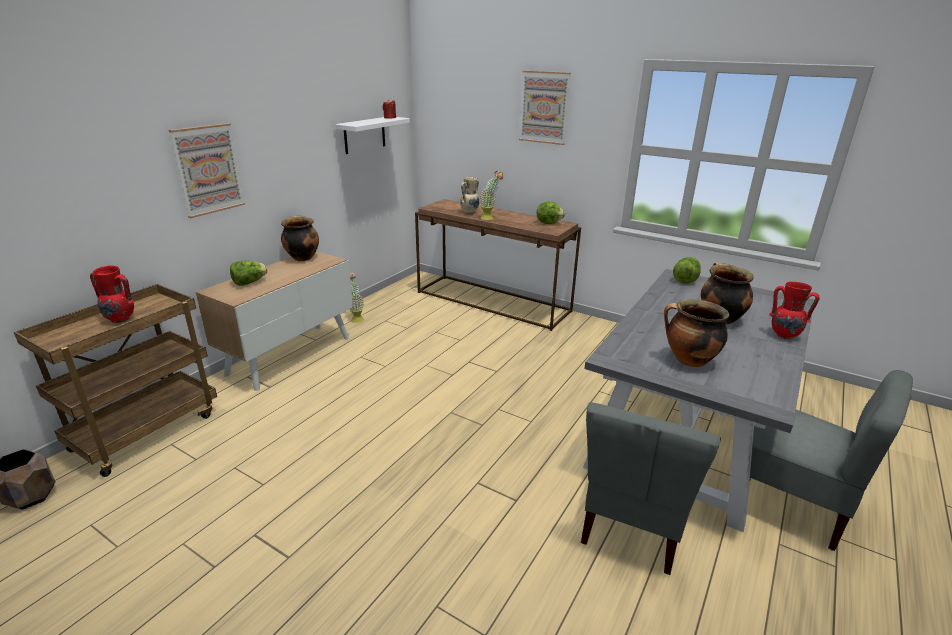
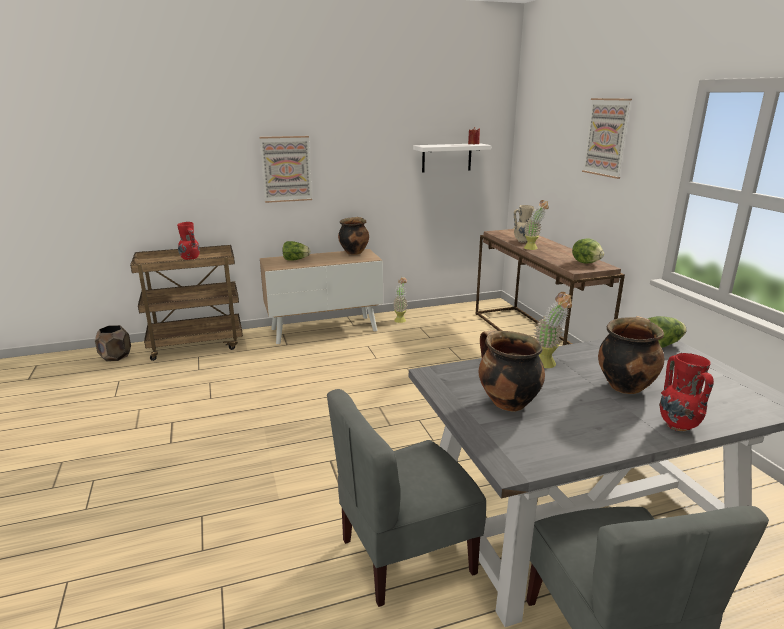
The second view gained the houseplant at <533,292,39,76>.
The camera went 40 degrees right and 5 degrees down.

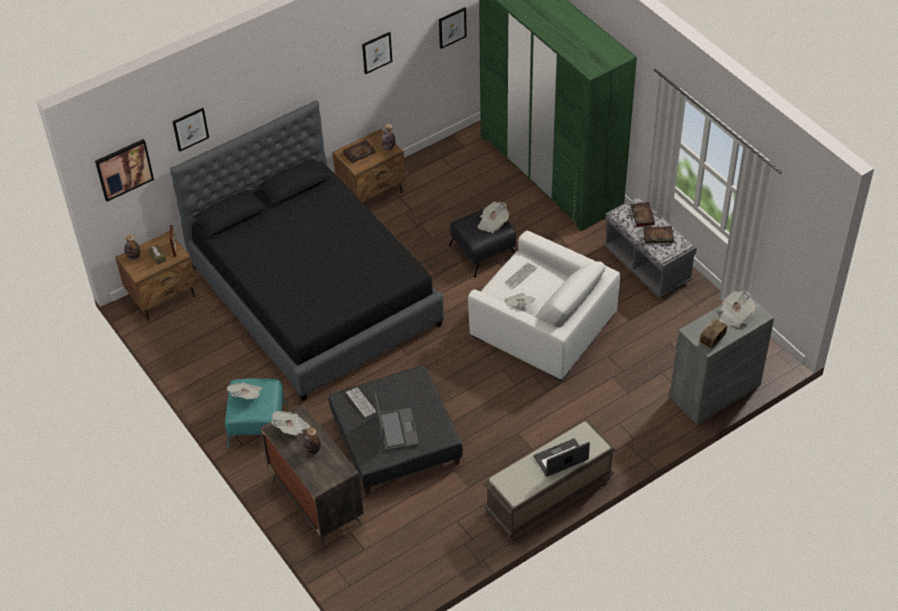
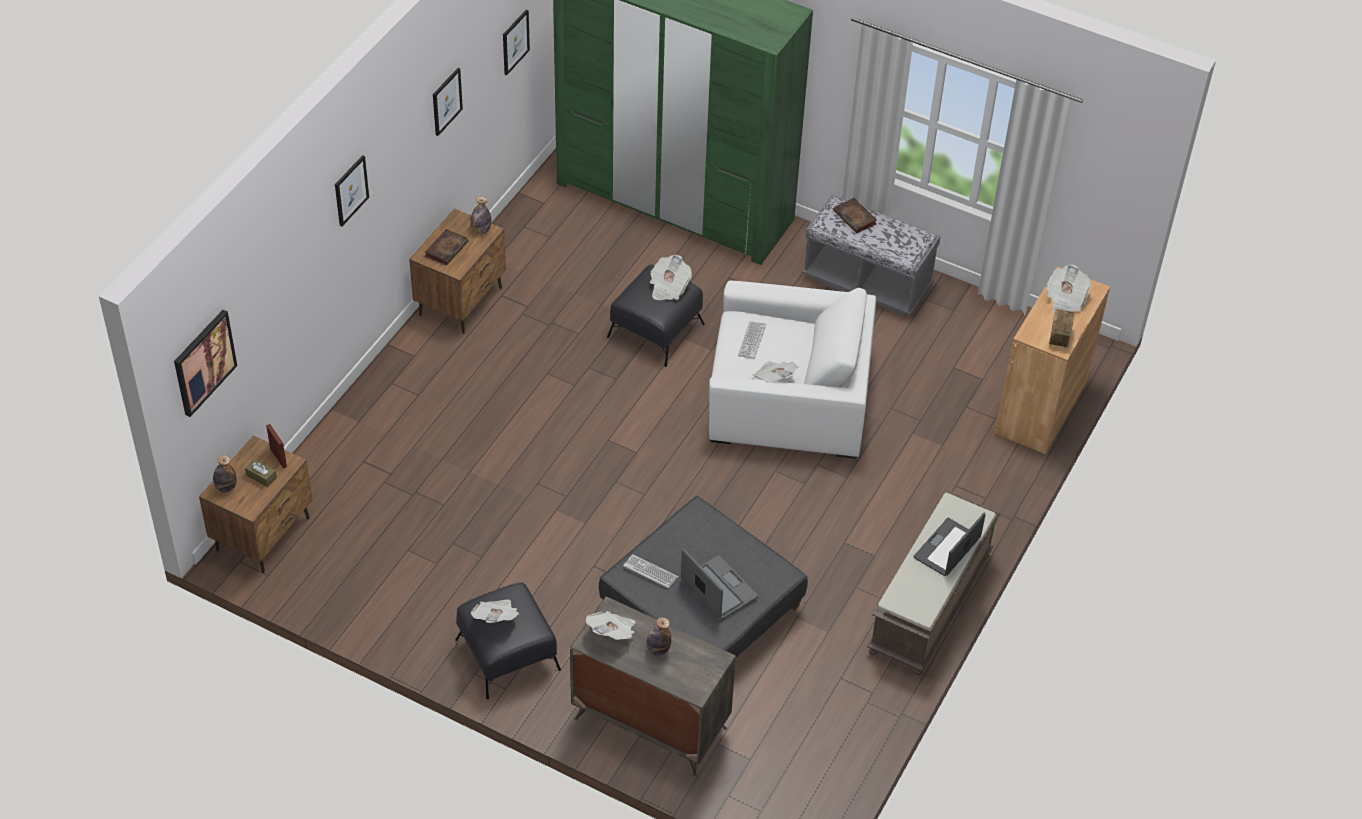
The second view lost the black-coloured bed at <170,101,274,300>.
The second view lost the bound book at <643,226,31,17>.
The wall art ended up elsewhere, having gone from <172,108,37,44> to <335,155,34,72>.
What was the blue-green footrest at <225,378,62,70> turned into the black-coloured footrest at <455,582,106,117>.
What was the greyish cupboard at <670,296,104,129> turned into the brownish cupboard at <994,267,116,187>.
The camera went 30 degrees left and 0 degrees up.

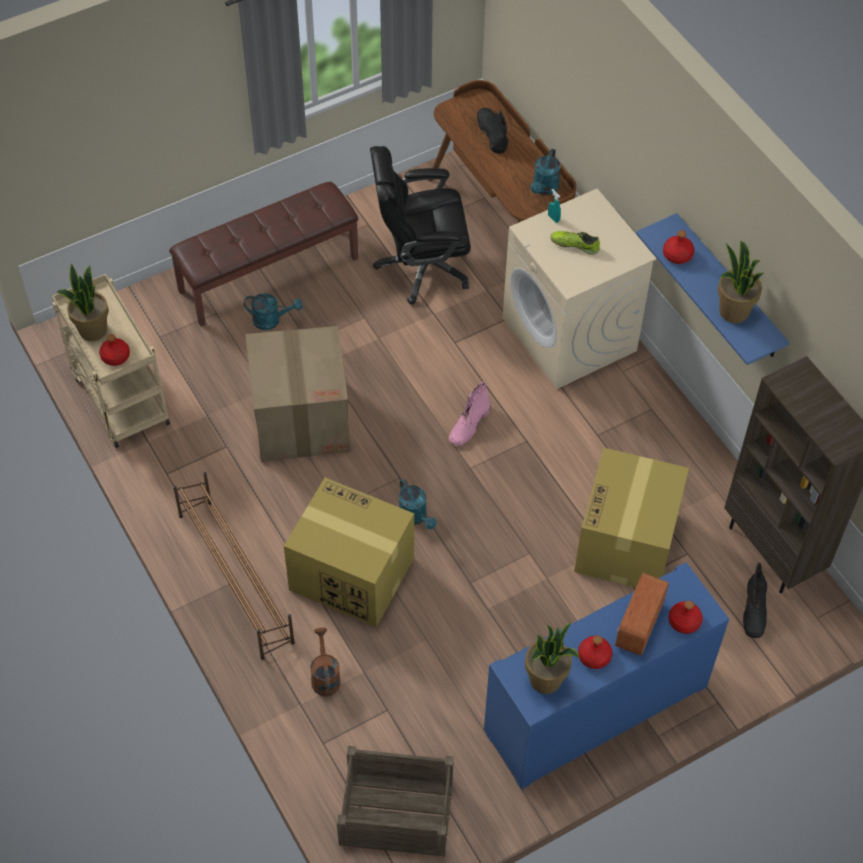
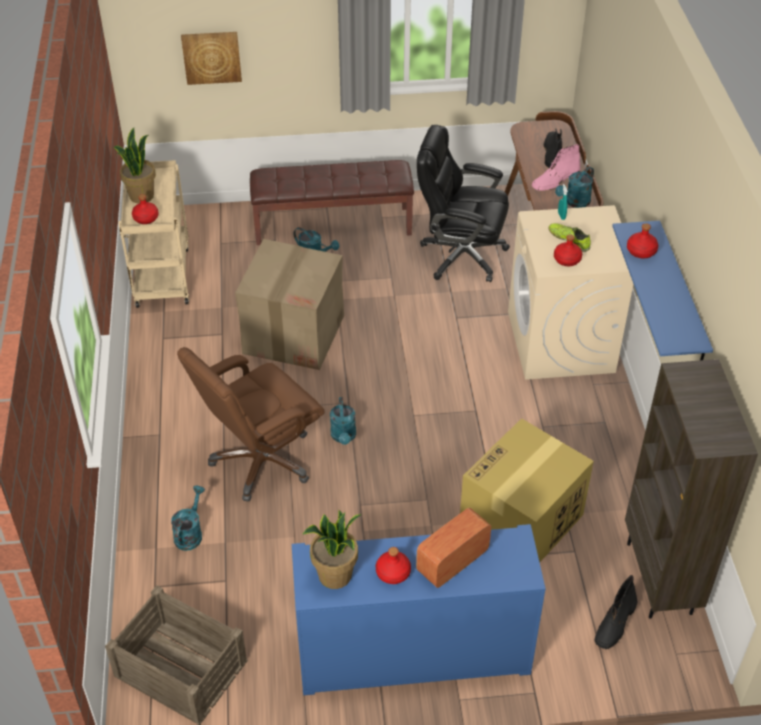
The second view lost the brownish shoe rack at <173,472,122,188>.
The second view lost the houseplant at <718,241,46,82>.
The second view gained the wall art at <181,32,61,53>.
The pinkish tall boot ended up elsewhere, having gone from <449,381,42,65> to <532,144,48,47>.
The red-coloured bottle ended up elsewhere, having gone from <669,600,34,34> to <554,234,28,32>.
Where the carton stood at <284,478,130,149>, the brownish desk chair came to stand at <177,347,148,155>.
What was the brownish watering can at <310,627,31,69> turned into the blue-green watering can at <171,485,34,66>.
The camera went 25 degrees right and 10 degrees down.

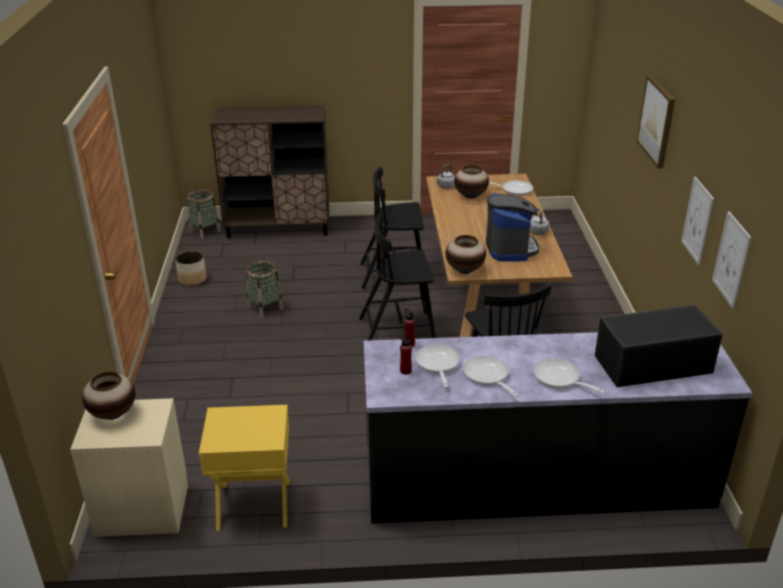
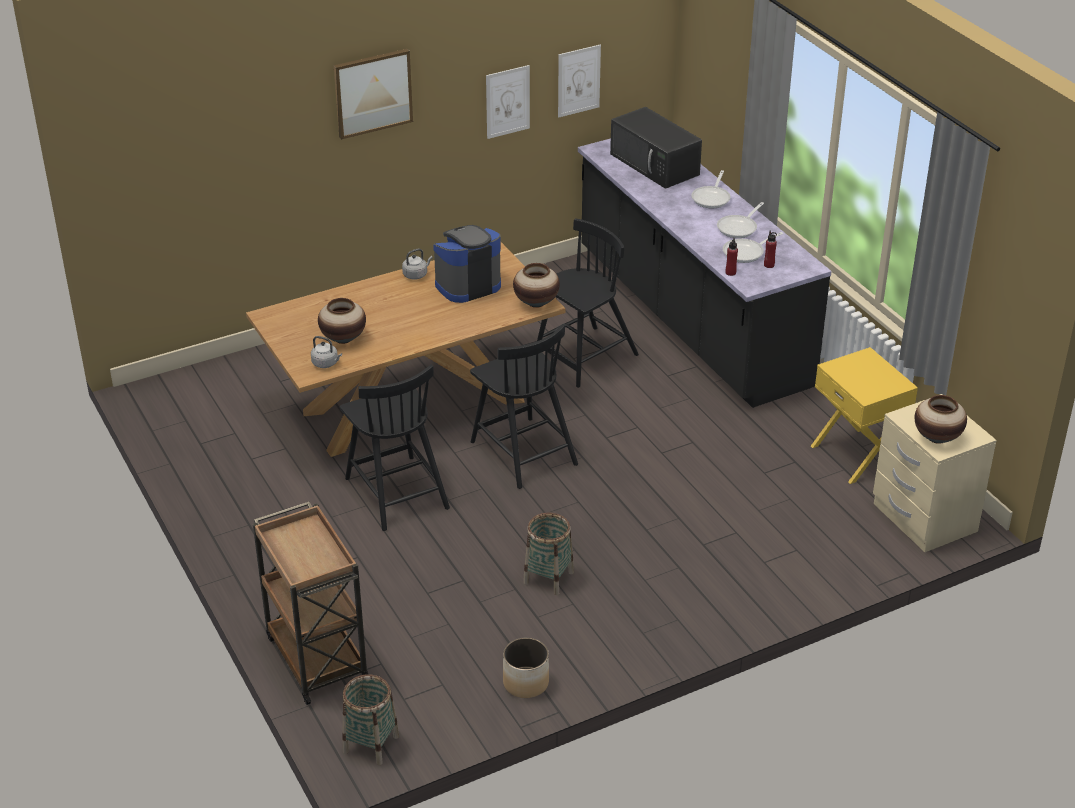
The second view lost the pan at <489,180,44,16>.
Where the brownish cupboard stood at <210,106,119,132>, the brownish wheeled cart came to stand at <253,502,116,203>.
The camera went 115 degrees left and 5 degrees up.

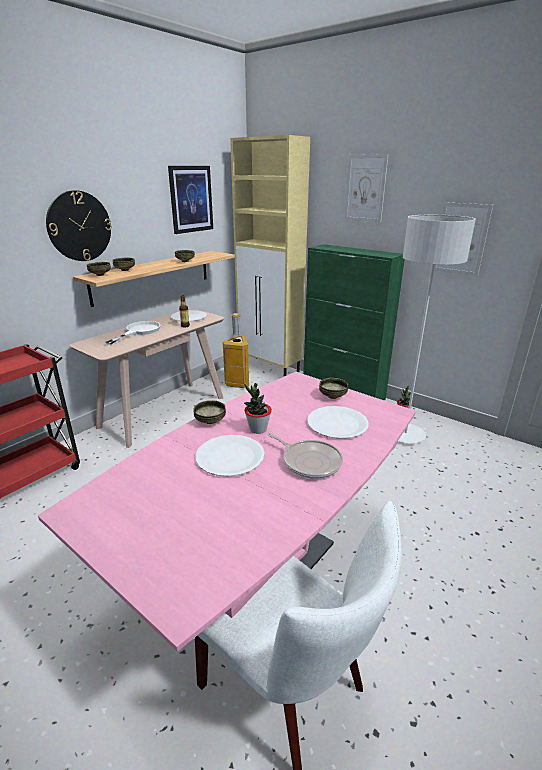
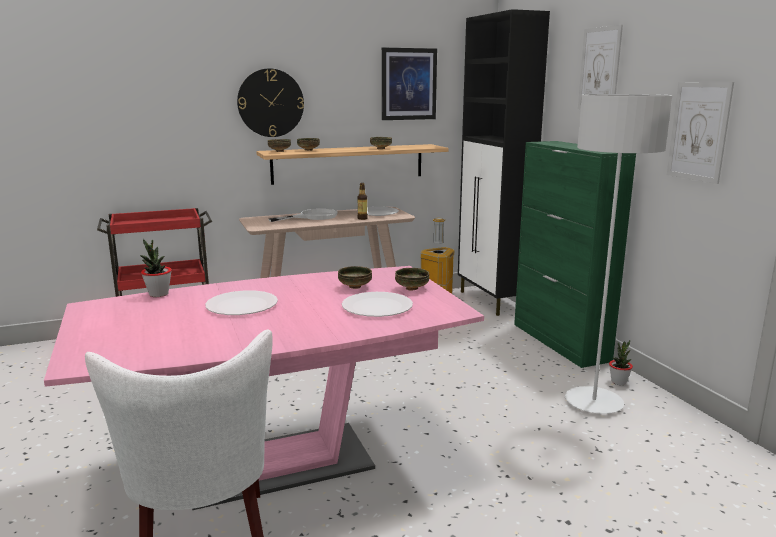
The second view lost the pan at <267,433,76,46>.
The serving bowl ended up elsewhere, having gone from <193,400,33,24> to <338,266,34,23>.
The houseplant ended up elsewhere, having gone from <244,383,28,51> to <140,239,32,58>.
What was the beige cupboard at <230,135,80,241> turned into the black-coloured cupboard at <458,9,92,307>.
The camera went 30 degrees right and 10 degrees down.

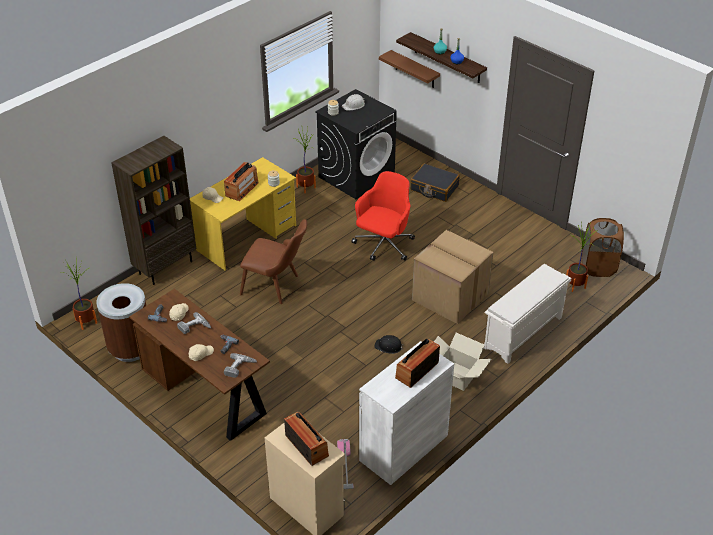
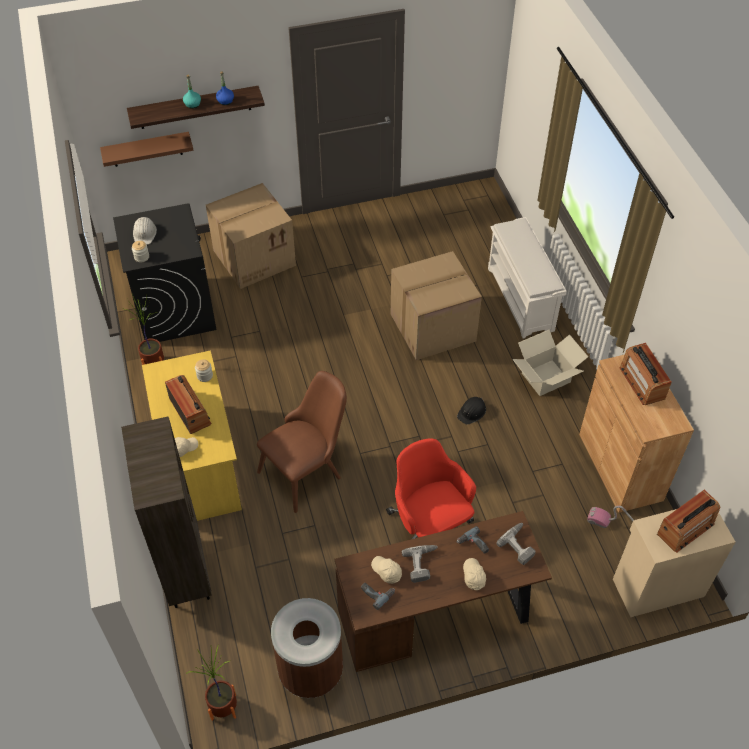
The second view lost the houseplant at <566,221,30,71>.
The second view lost the brownish laundry basket at <582,218,42,59>.
The red-coloured desk chair ended up elsewhere, having gone from <351,171,64,90> to <386,439,90,100>.
Where the black-coloured suitcase stood at <410,163,50,39>, the carton came to stand at <206,183,90,106>.
What was the whitish cupboard at <359,341,95,144> turned into the brownish cupboard at <579,355,115,158>.
The radio at <284,412,45,54> ended up facing another way, 150 degrees clockwise from before.
The camera went 60 degrees left and 10 degrees up.

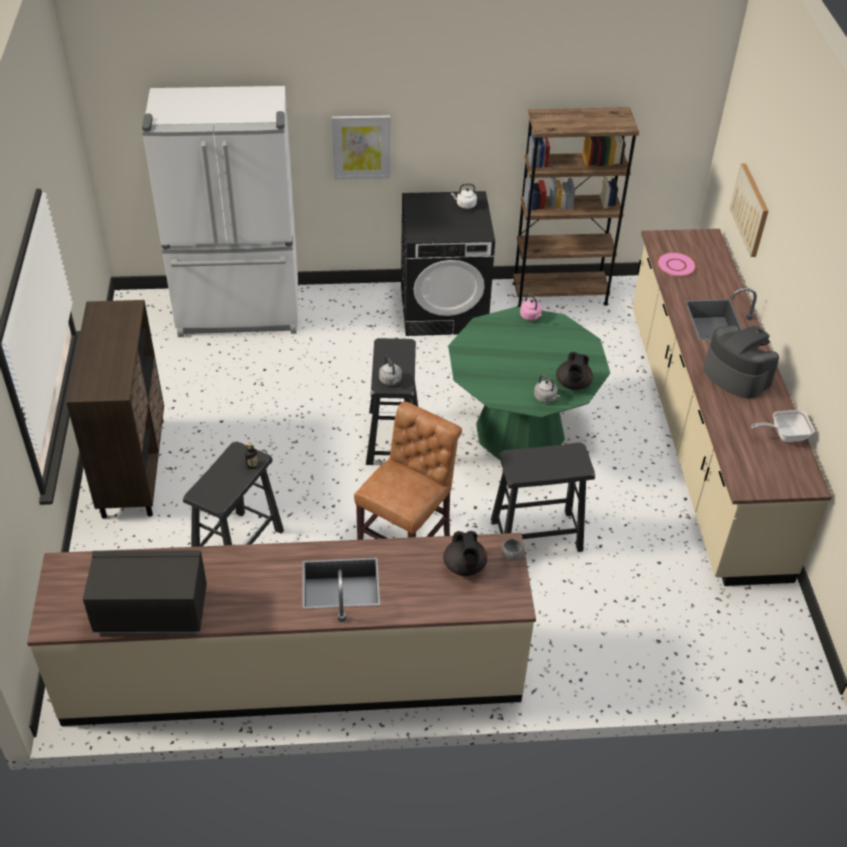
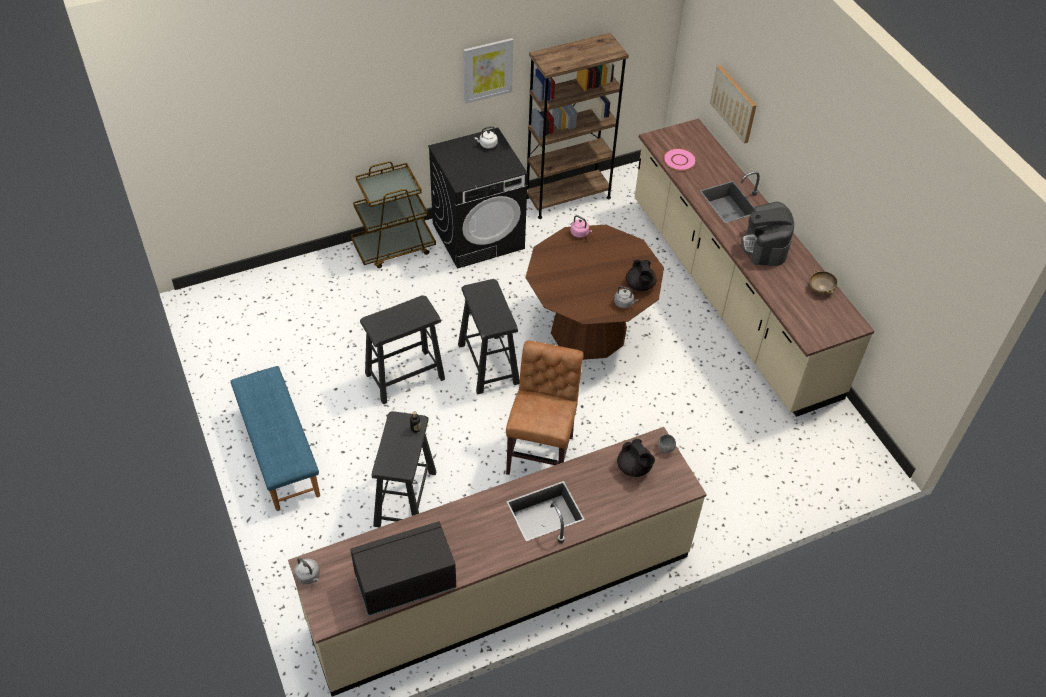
The second view lost the whitish kitchen fridge at <142,86,156,251>.
The second view gained the brownish wheeled cart at <351,161,85,107>.
The wall art ended up elsewhere, having gone from <332,115,58,65> to <463,38,50,66>.
The greyish kettle ended up elsewhere, having gone from <379,357,23,28> to <294,558,26,26>.
The black-coloured stool seat ended up elsewhere, having gone from <491,442,104,110> to <360,295,85,109>.
Where the brownish cupboard stood at <66,300,98,218>, the bluish long seat came to stand at <230,366,90,145>.
Where the pan stood at <751,410,63,32>, the beige serving bowl came to stand at <809,269,29,25>.
What was the green dining table at <448,307,162,153> turned into the brownish dining table at <525,225,139,135>.
The coffee maker at <704,325,75,73> ended up facing another way, 120 degrees counterclockwise from before.
The camera went 20 degrees left and 5 degrees up.

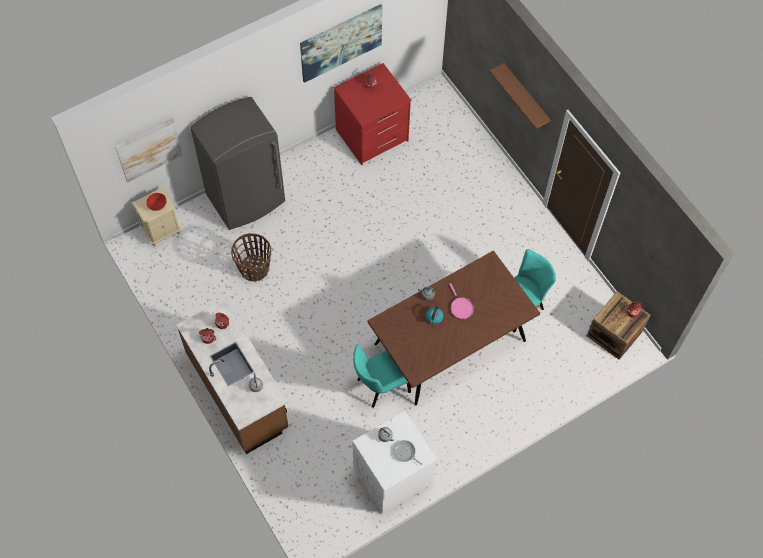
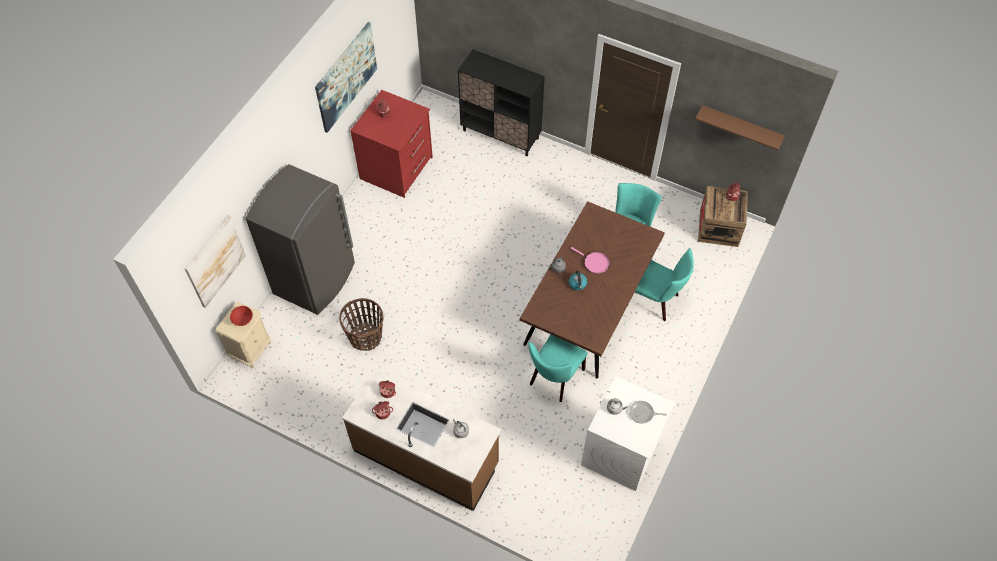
The second view gained the black-coloured cupboard at <458,49,87,107>.
The second view gained the blue-green chair at <634,248,60,73>.
The brownish shelf ended up elsewhere, having gone from <489,63,62,66> to <695,105,90,45>.
The camera went 30 degrees left and 5 degrees down.

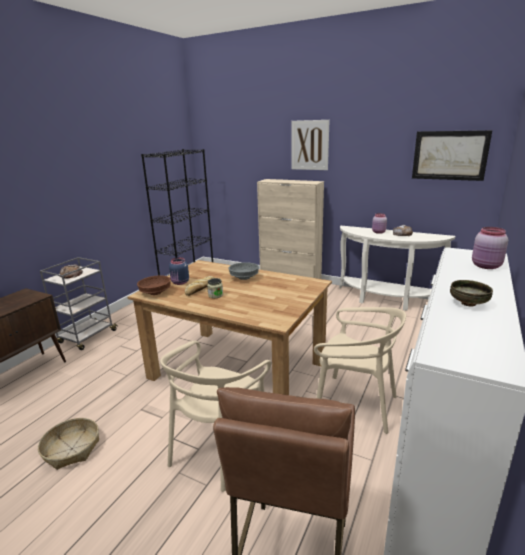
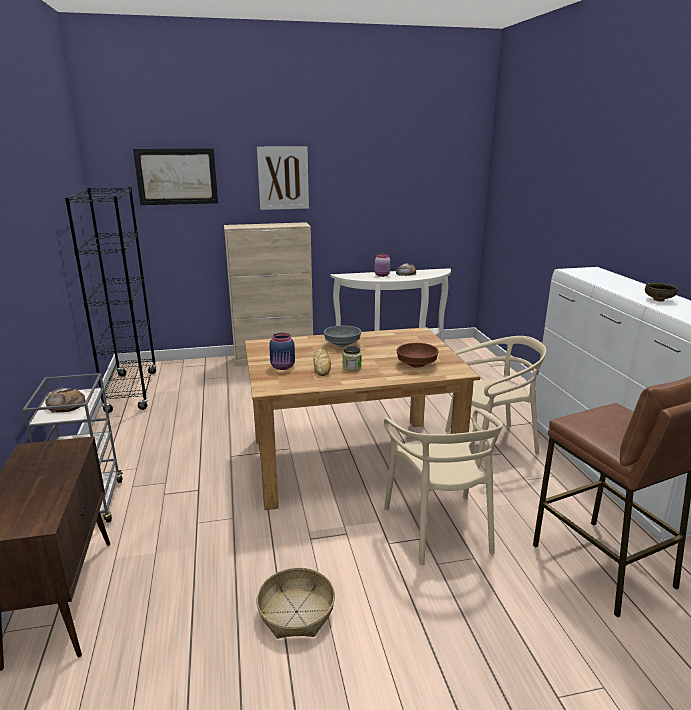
The second view lost the pinkish storage jar at <472,227,36,42>.
The brownish serving bowl ended up elsewhere, having gone from <137,275,34,20> to <396,343,43,25>.
The wall art ended up elsewhere, having gone from <412,130,80,51> to <133,148,85,57>.
The camera went 40 degrees left and 0 degrees up.

